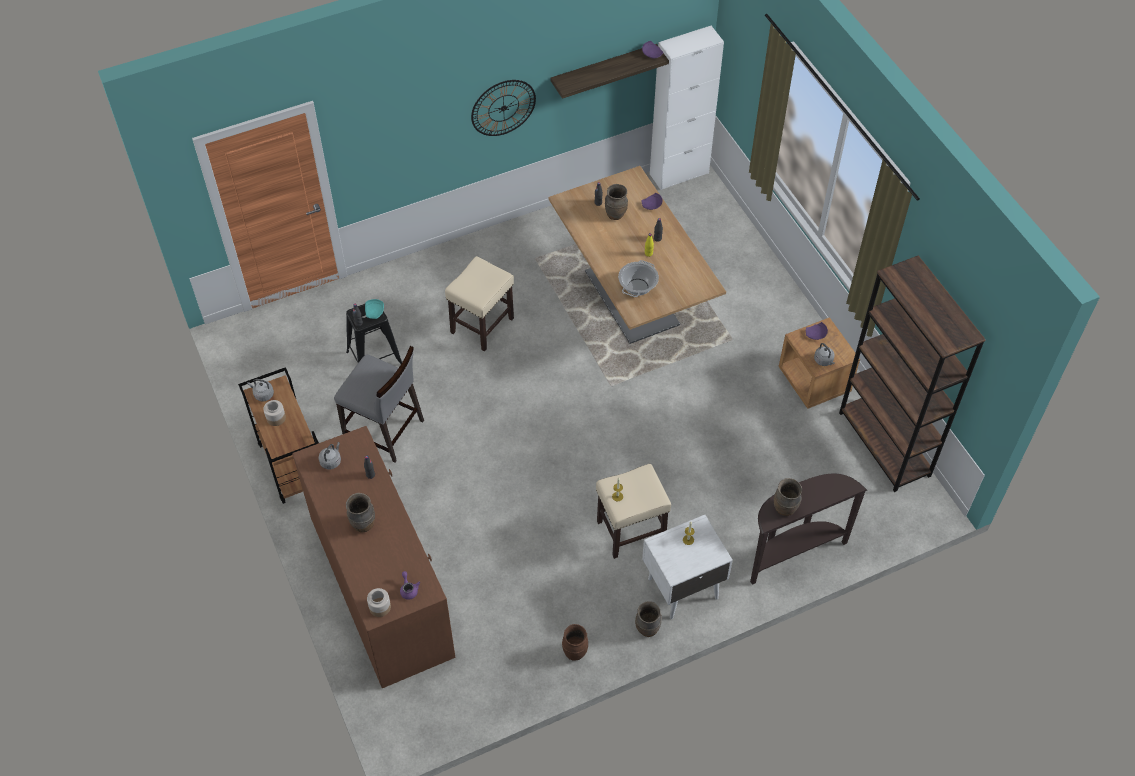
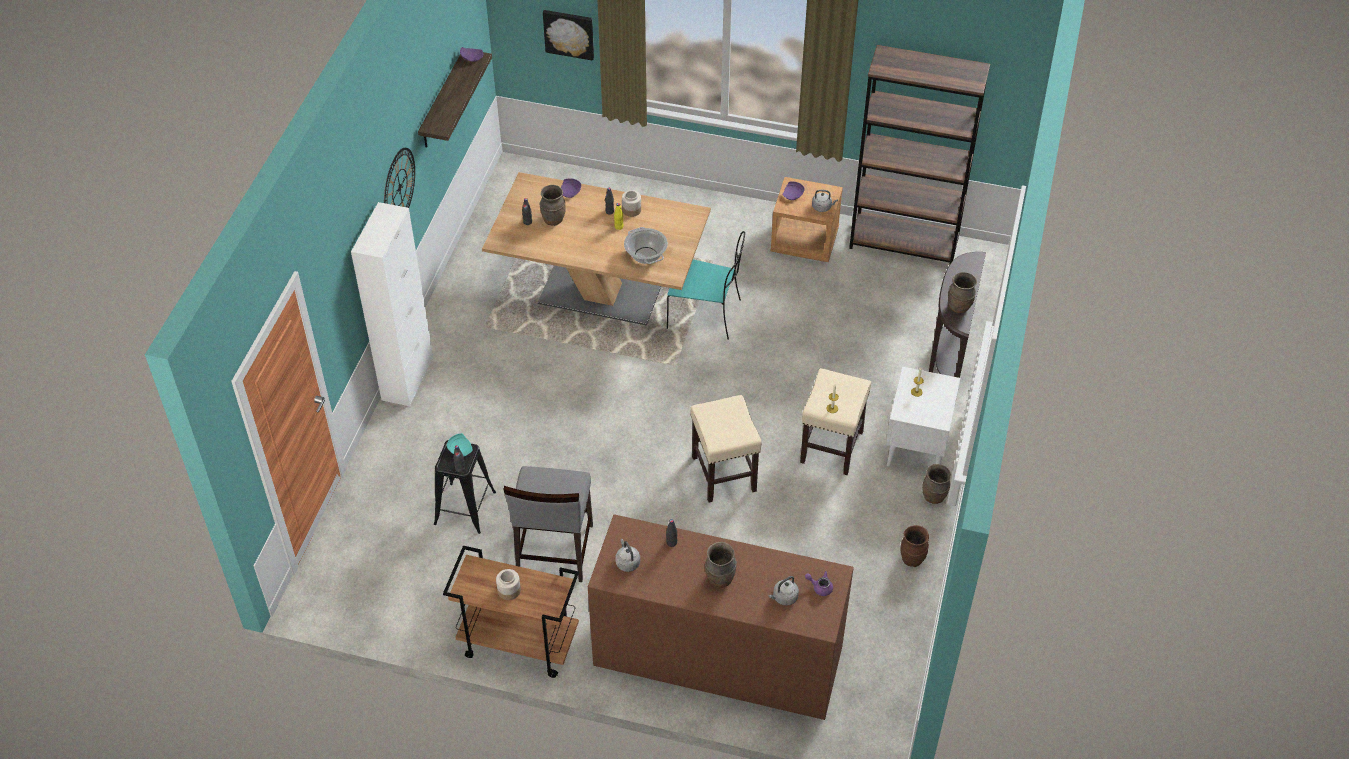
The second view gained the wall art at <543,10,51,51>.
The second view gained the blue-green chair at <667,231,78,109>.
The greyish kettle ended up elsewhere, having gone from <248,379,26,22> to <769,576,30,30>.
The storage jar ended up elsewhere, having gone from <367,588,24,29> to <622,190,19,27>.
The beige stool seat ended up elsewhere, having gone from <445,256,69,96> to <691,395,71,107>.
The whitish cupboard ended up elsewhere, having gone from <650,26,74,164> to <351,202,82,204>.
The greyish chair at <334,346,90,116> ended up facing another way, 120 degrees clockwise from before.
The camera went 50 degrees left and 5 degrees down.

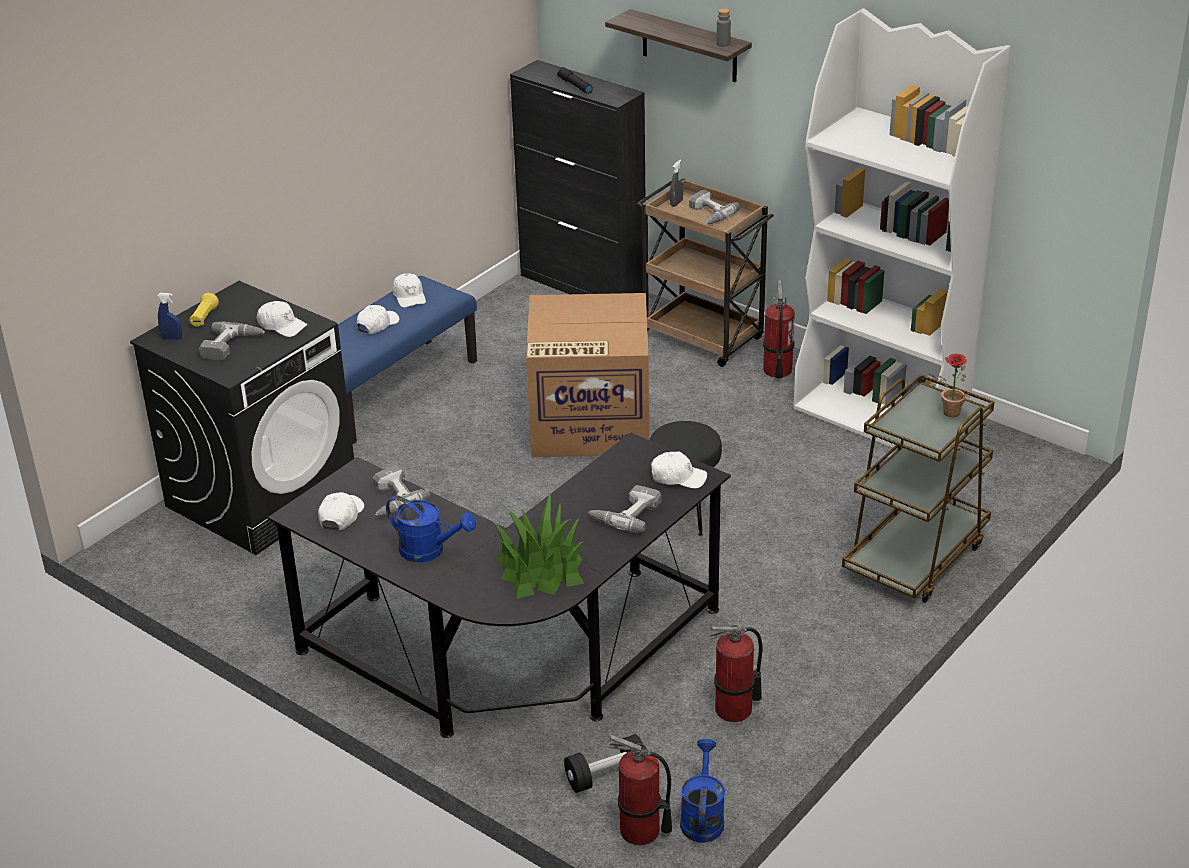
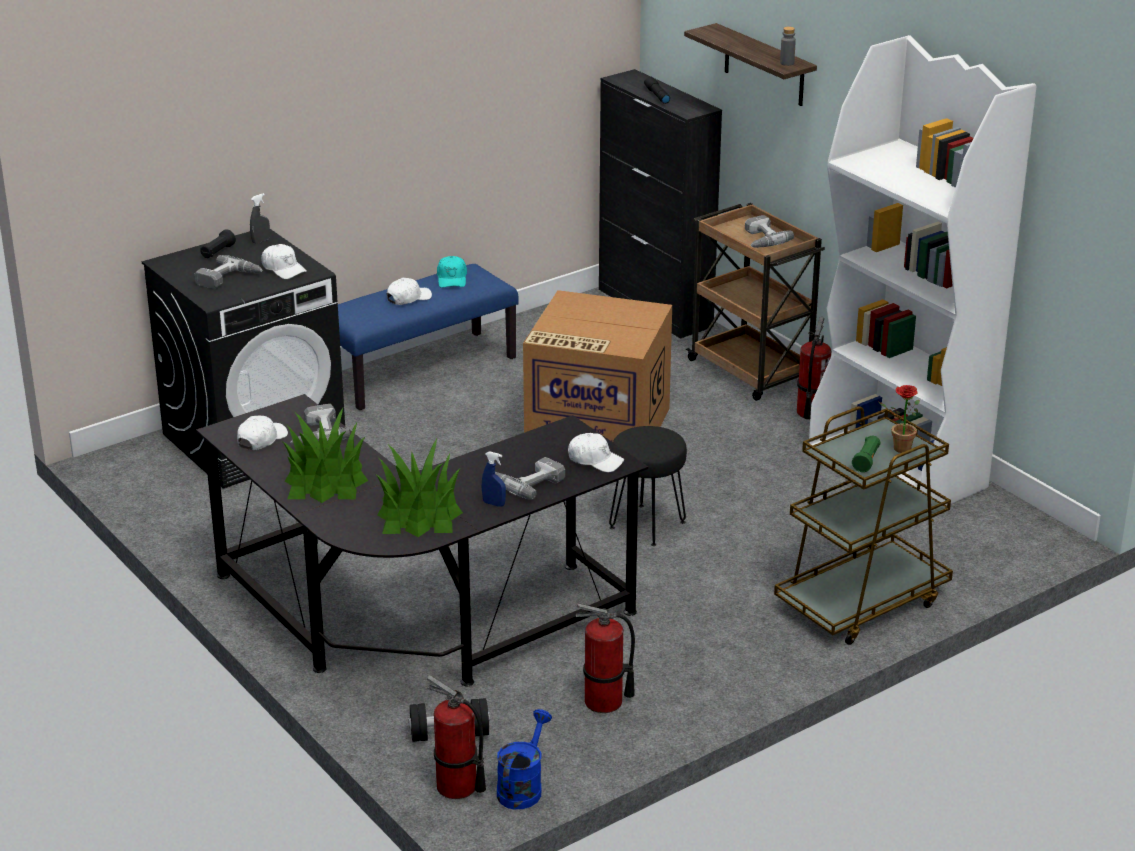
The second view gained the green torch at <852,436,28,36>.
The bluish spray bottle ended up elsewhere, having gone from <157,293,25,47> to <482,451,24,56>.
The greyish spray bottle ended up elsewhere, having gone from <670,160,13,47> to <250,193,20,51>.
Where the bluish watering can stood at <386,496,90,66>, the houseplant came to stand at <282,408,86,95>.
What was the yellow torch at <189,293,30,34> turned into the black-coloured torch at <200,229,36,29>.
What was the whitish peaked cap at <393,273,33,35> turned into the blue-green peaked cap at <437,256,30,32>.
The camera went 15 degrees right and 5 degrees down.

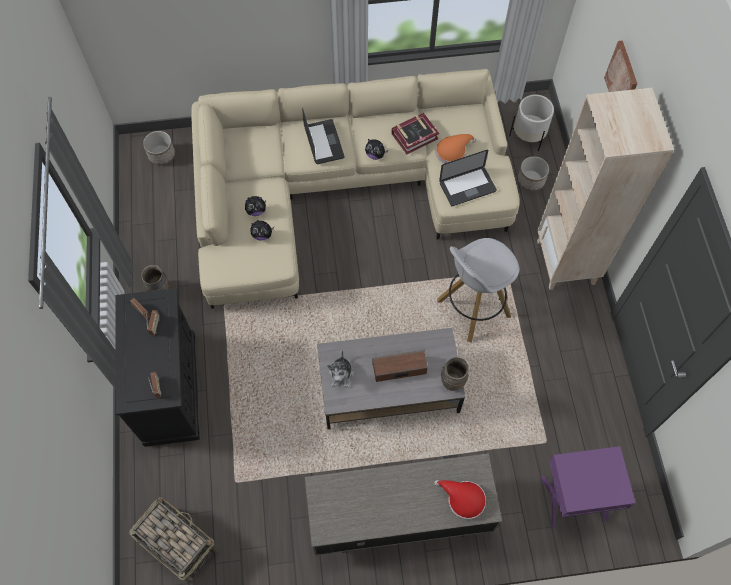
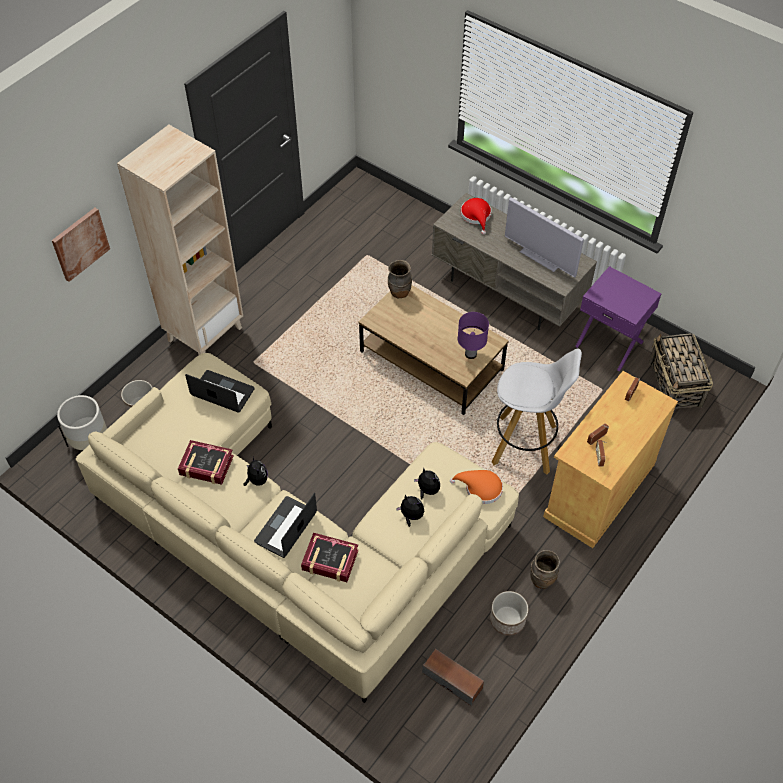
The second view gained the bound book at <301,533,58,49>.
The second view gained the TV set at <505,197,79,81>.
The planter ended up elsewhere, having gone from <143,131,32,34> to <490,591,38,45>.
The loudspeaker ended up elsewhere, having gone from <372,350,56,32> to <422,649,62,57>.
The orange hat ended up elsewhere, having gone from <436,134,40,29> to <450,470,53,34>.
The whitish stool seat ended up elsewhere, having gone from <437,238,82,105> to <492,349,90,125>.
The purple bedside table ended up elsewhere, having gone from <541,446,94,83> to <575,266,86,105>.
Where the soft toy stood at <327,350,27,38>, the purple table lamp came to stand at <458,312,31,47>.
What was the black-coloured cupboard at <115,288,85,159> turned into the beige cupboard at <543,371,135,177>.
What was the greyish lounge table at <317,328,149,101> turned into the brownish lounge table at <358,285,151,130>.
The camera went 135 degrees left and 10 degrees down.

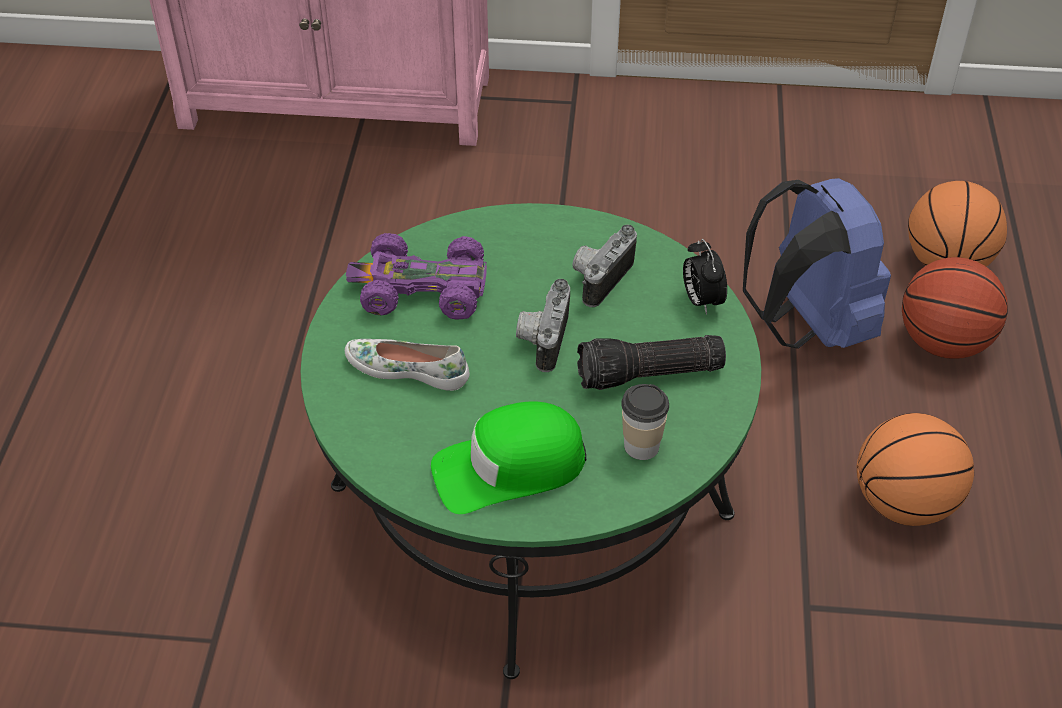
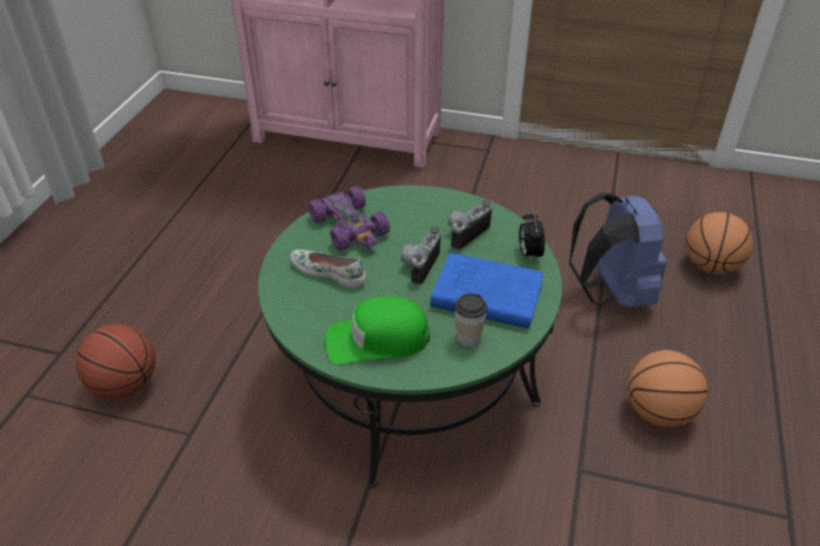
The ball for basketball ended up elsewhere, having gone from <902,257,106,102> to <76,324,80,75>.
Where the torch stood at <577,335,149,55>, the bluish bound book came to stand at <430,252,114,77>.
The purple model car at <346,233,141,87> ended up facing another way, 135 degrees counterclockwise from before.
The camera went 10 degrees right and 5 degrees down.

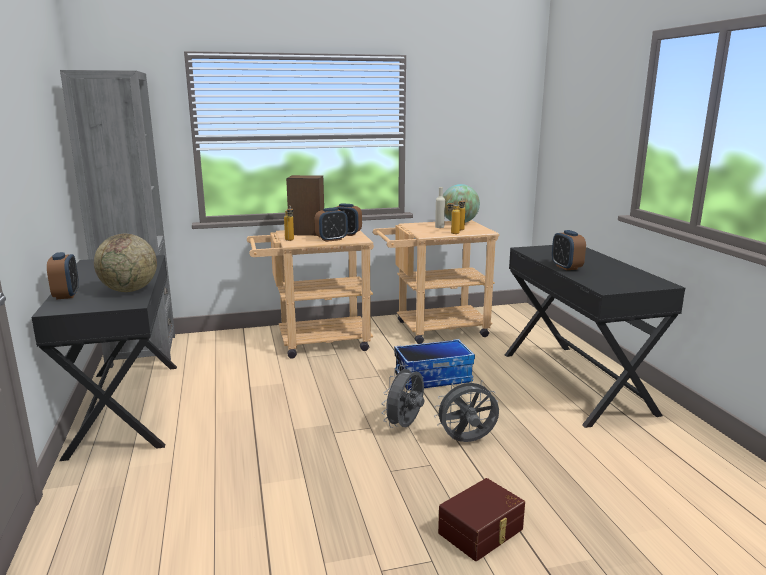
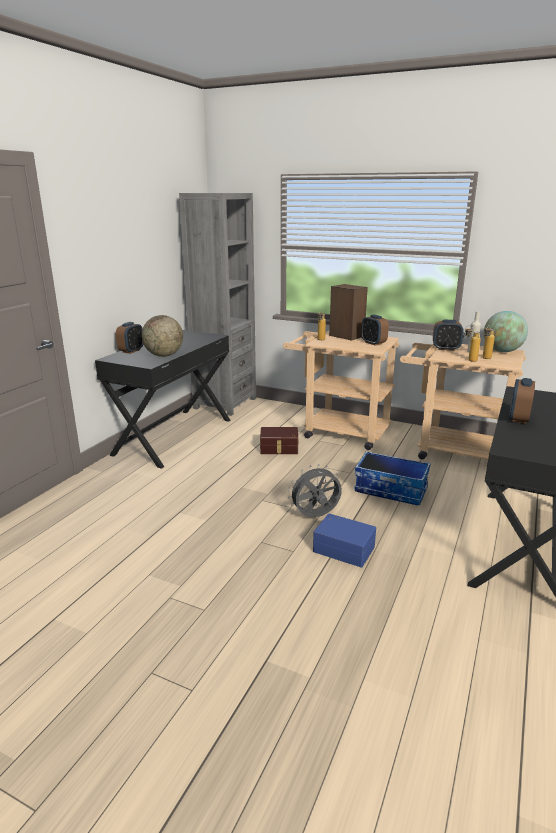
The bedside clock ended up elsewhere, having gone from <315,208,33,34> to <433,320,31,31>.
The brownish storage box ended up elsewhere, having gone from <438,478,87,83> to <260,427,38,27>.
Where the greyish cooling fan stood at <434,378,65,64>, the bluish storage box came to stand at <313,513,63,55>.
The camera went 40 degrees right and 5 degrees up.

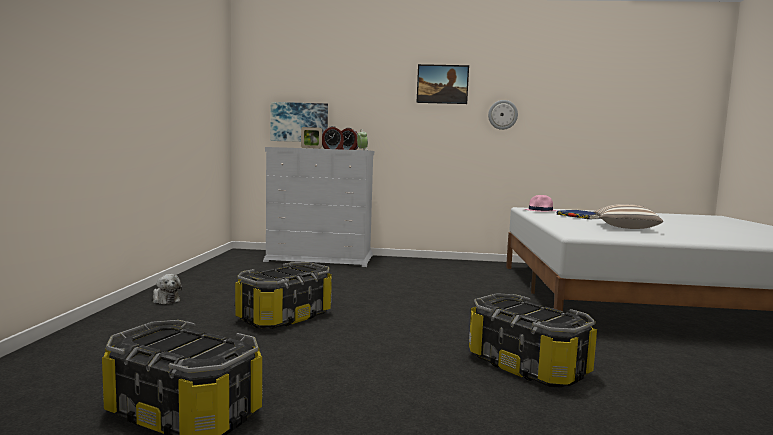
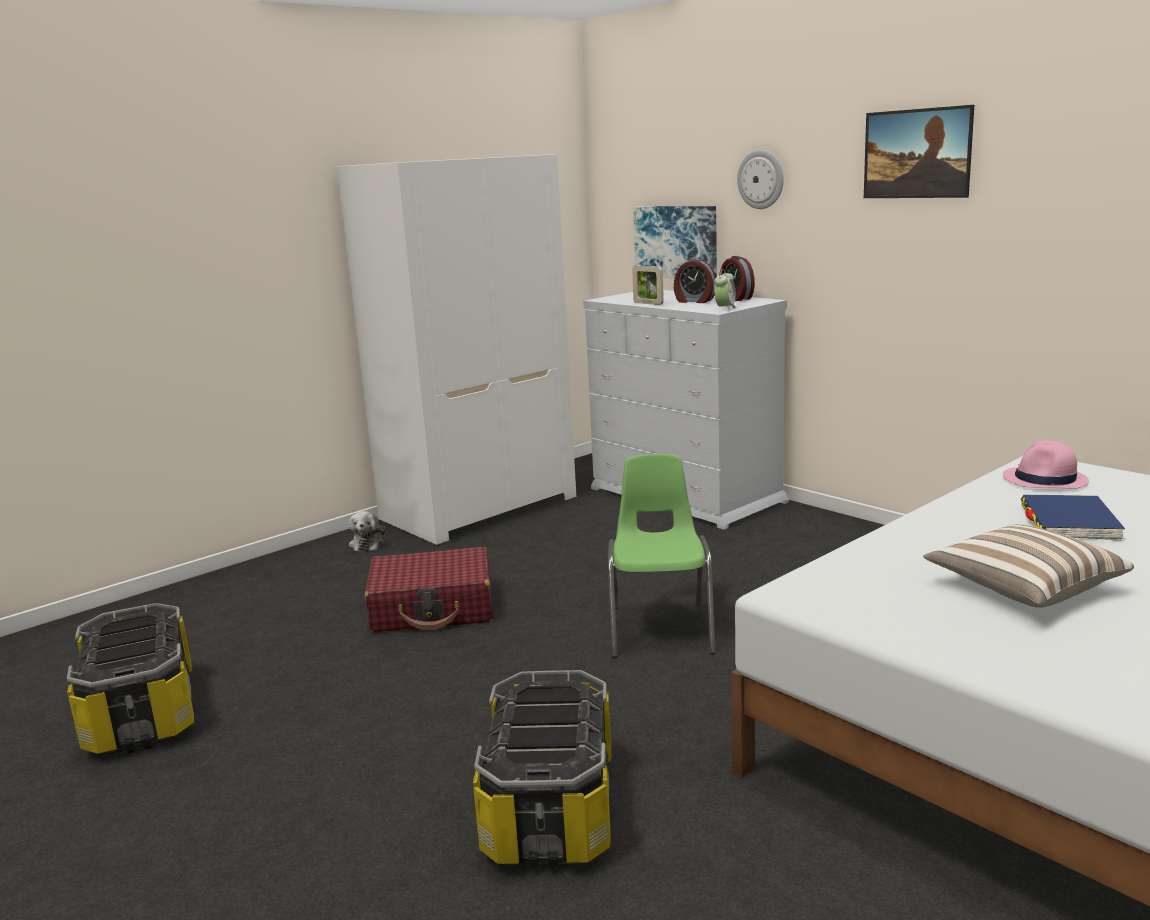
The second view gained the whitish wardrobe at <337,154,239,392>.
The second view gained the green chair at <608,454,107,204>.
The hanging clock ended up elsewhere, having gone from <488,100,30,30> to <737,150,47,59>.
Where the storage box stood at <235,262,97,67>, the red-coloured suitcase came to stand at <365,547,128,85>.
The camera went 45 degrees right and 10 degrees up.

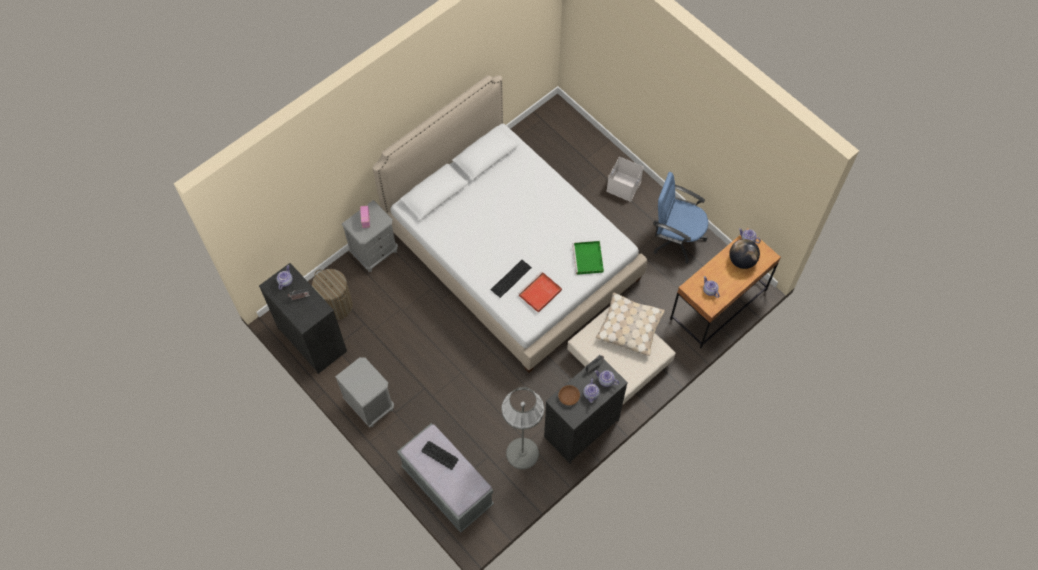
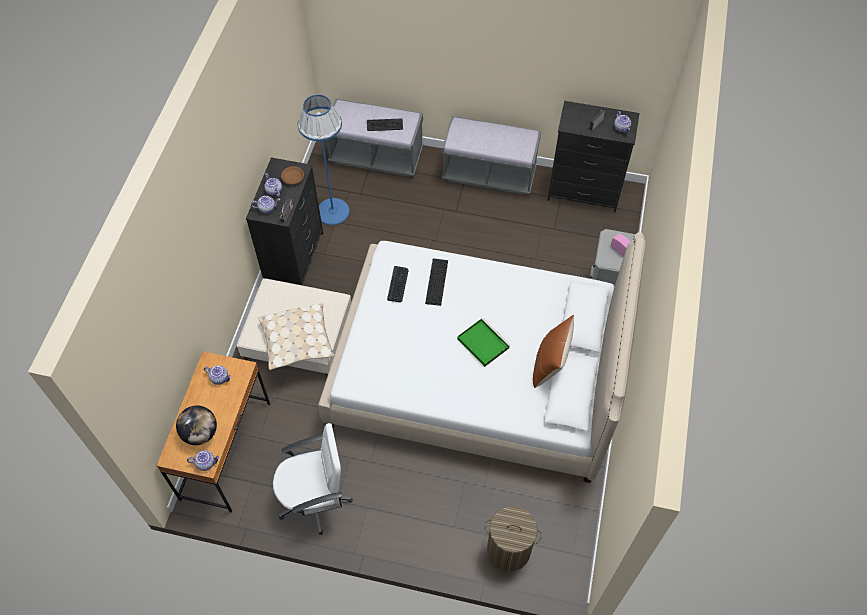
The second view lost the whitish storage box at <606,157,38,45>.
The second view gained the brownish cushion at <533,315,41,73>.
The laundry basket ended up elsewhere, having gone from <312,269,41,51> to <484,506,58,65>.
The green carrying tray ended up elsewhere, having gone from <572,241,32,34> to <457,318,53,49>.
Where the greyish bedside table stood at <335,357,59,71>, the greyish long seat came to stand at <442,116,99,79>.
Where the red-coloured carrying tray stood at <519,271,43,42>, the keyboard came to stand at <387,266,21,36>.
What was the greyish standing lamp at <502,387,42,82> turned into the bluish standing lamp at <298,95,52,130>.
What was the bluish desk chair at <653,172,55,92> turned into the whitish desk chair at <273,423,80,112>.
The camera went 145 degrees right and 5 degrees down.

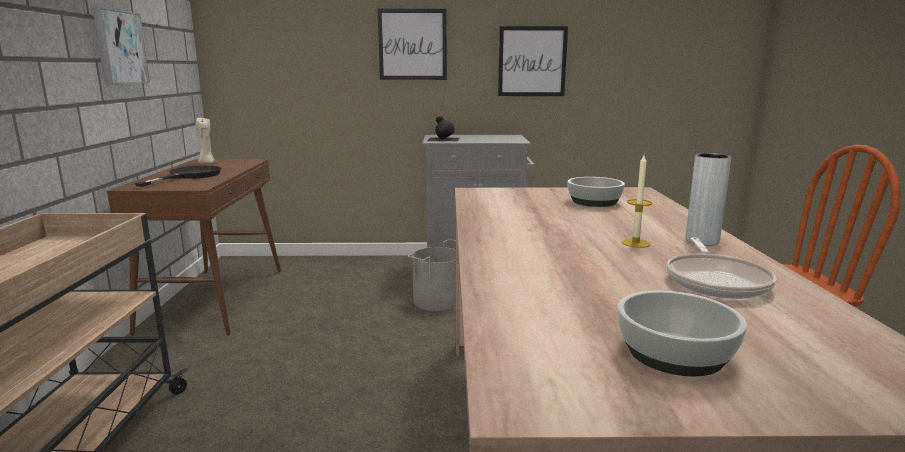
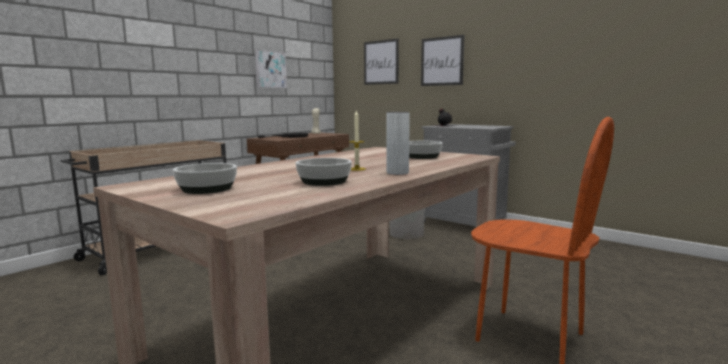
The wall art ended up elsewhere, having gone from <498,26,70,70> to <364,38,35,47>.
Where the pan stood at <666,238,111,61>, the serving bowl came to stand at <296,158,56,28>.
The camera went 40 degrees right and 5 degrees down.

